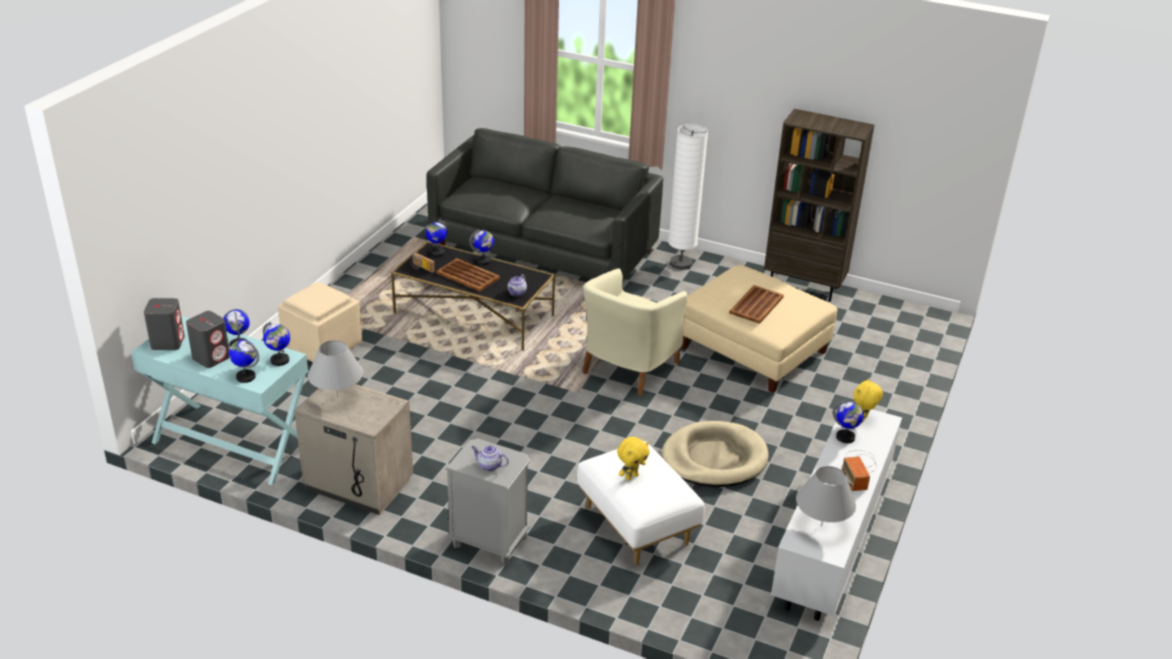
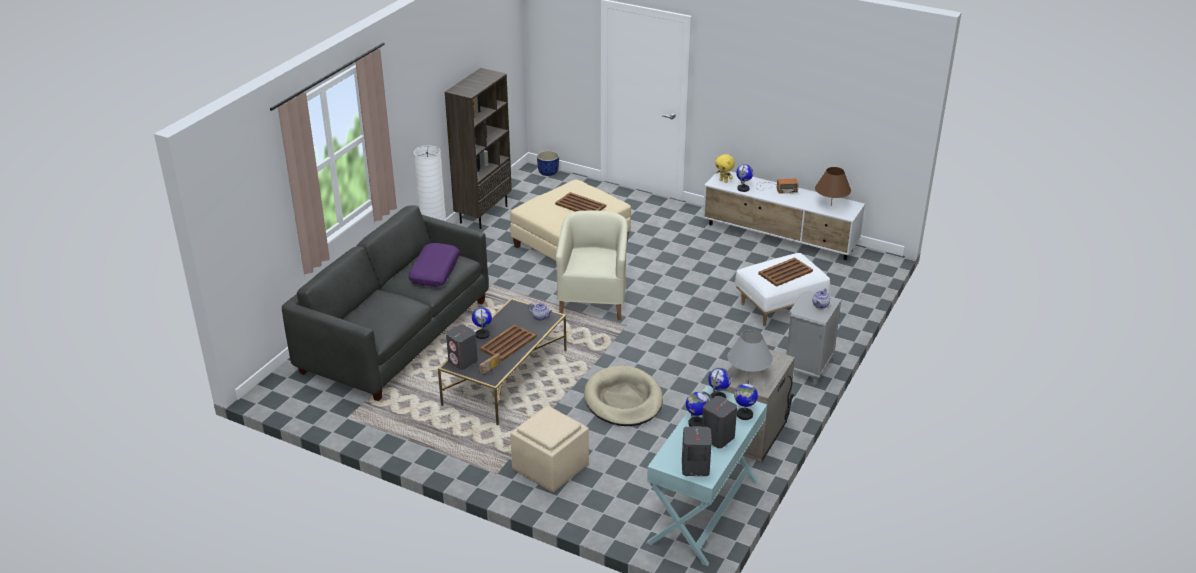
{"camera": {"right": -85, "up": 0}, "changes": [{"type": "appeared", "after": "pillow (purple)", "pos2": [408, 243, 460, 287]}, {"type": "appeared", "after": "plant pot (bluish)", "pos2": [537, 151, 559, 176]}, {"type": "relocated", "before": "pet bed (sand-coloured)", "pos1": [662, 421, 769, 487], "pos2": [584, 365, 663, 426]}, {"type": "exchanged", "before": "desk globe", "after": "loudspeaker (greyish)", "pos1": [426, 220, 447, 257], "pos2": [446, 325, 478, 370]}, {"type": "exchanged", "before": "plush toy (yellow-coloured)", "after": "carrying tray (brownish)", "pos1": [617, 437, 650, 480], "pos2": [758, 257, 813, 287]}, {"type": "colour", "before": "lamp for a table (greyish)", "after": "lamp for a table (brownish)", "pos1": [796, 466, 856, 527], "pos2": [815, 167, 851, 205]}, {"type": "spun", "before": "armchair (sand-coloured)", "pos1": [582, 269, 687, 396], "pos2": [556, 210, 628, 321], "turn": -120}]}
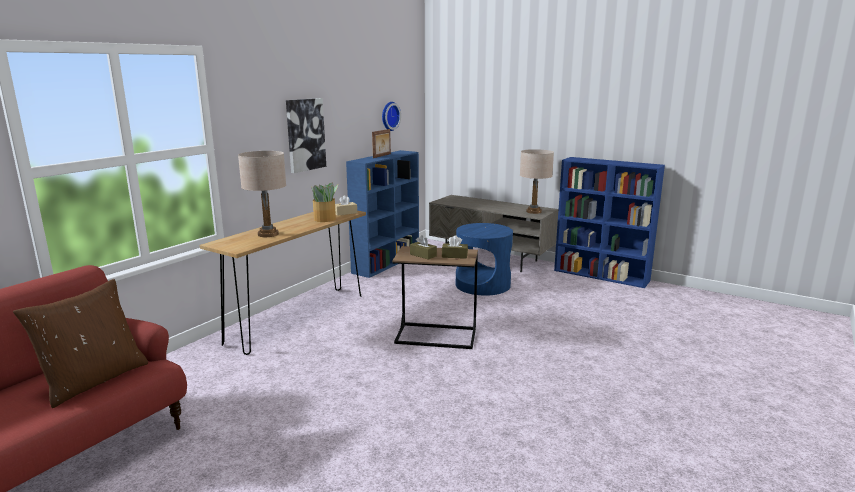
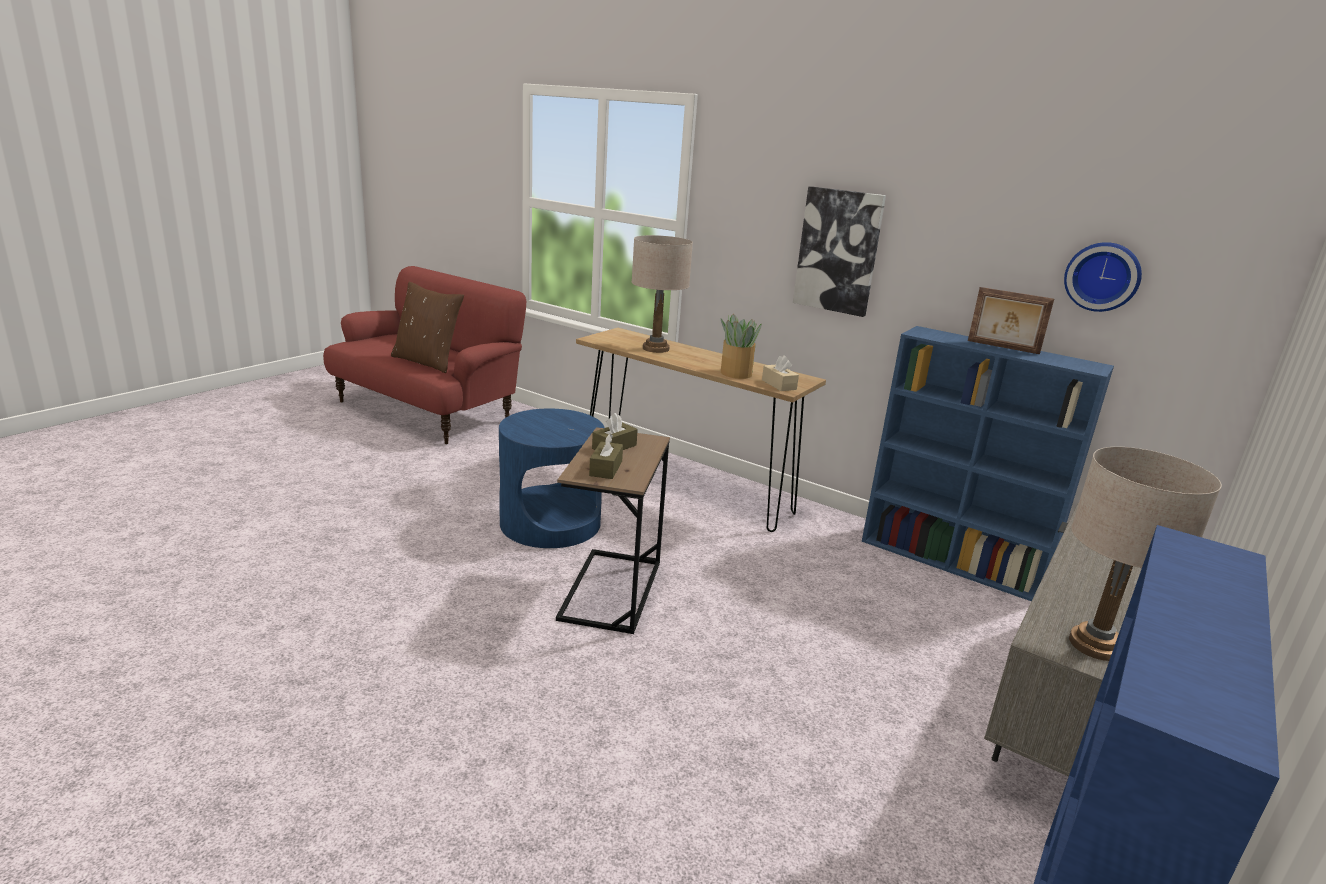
{"camera": {"right": 90, "up": 5}, "changes": [{"type": "relocated", "before": "side table (bluish)", "pos1": [456, 223, 513, 296], "pos2": [499, 409, 605, 548]}]}
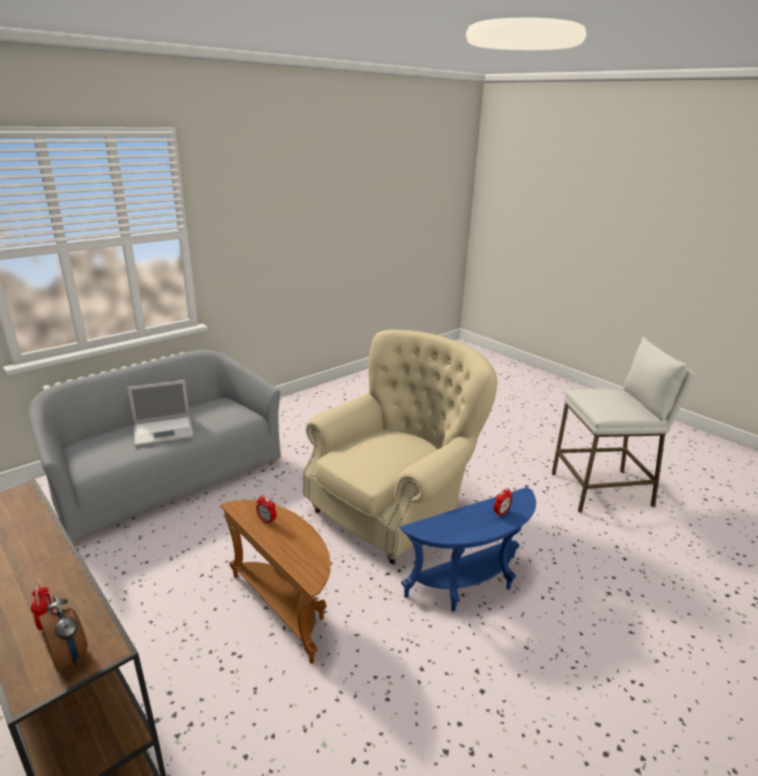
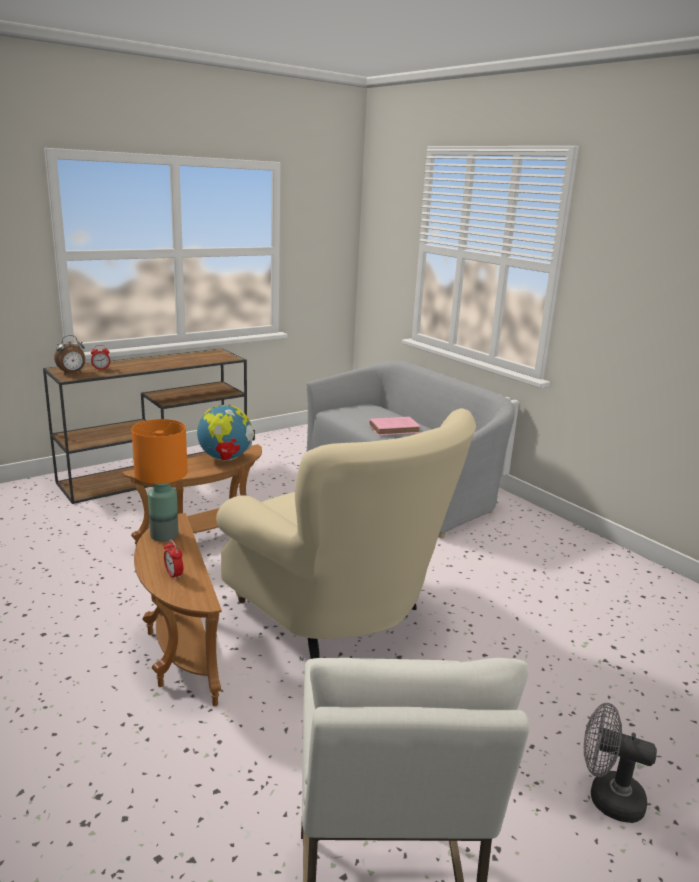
{"camera": {"right": 95, "up": -5}, "changes": [{"type": "appeared", "after": "lamp for a table (orange)", "pos2": [131, 419, 188, 542]}, {"type": "appeared", "after": "electric fan (greyish)", "pos2": [584, 703, 657, 823]}, {"type": "exchanged", "before": "laptop", "after": "volume (pinkish)", "pos1": [127, 380, 194, 447], "pos2": [369, 417, 420, 436]}, {"type": "exchanged", "before": "table clock", "after": "desk globe", "pos1": [256, 495, 277, 525], "pos2": [197, 403, 255, 461]}, {"type": "colour", "before": "side table (bluish)", "after": "side table (brownish)", "pos1": [400, 487, 536, 612], "pos2": [134, 513, 222, 706]}]}
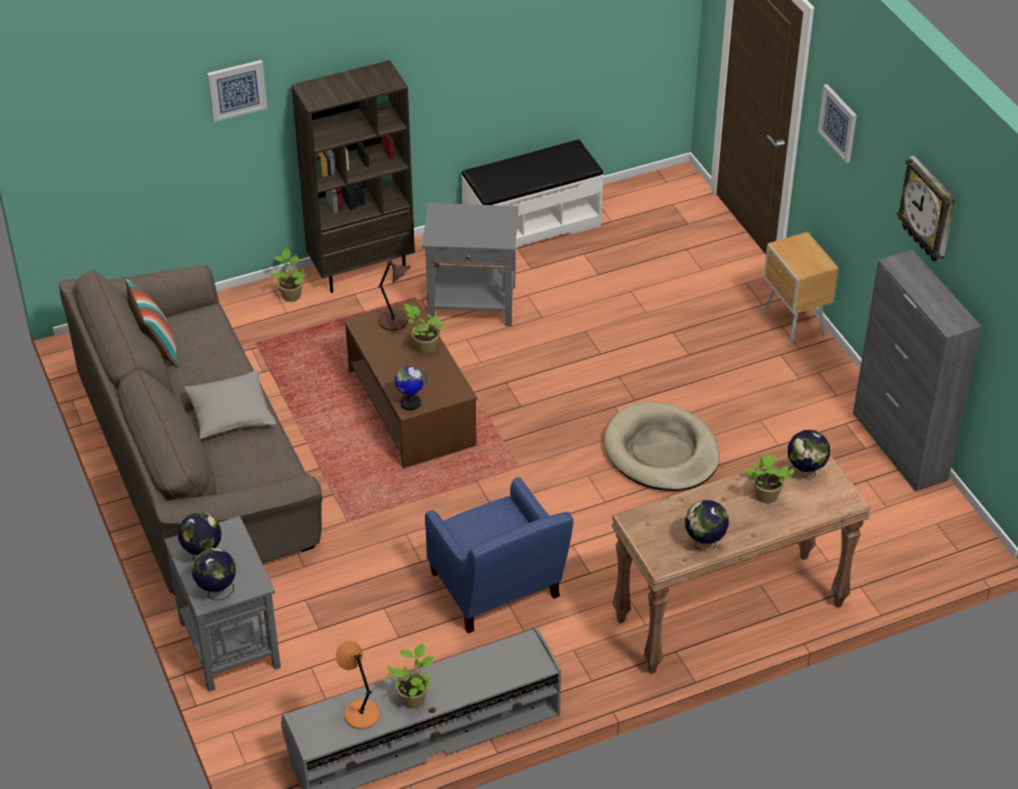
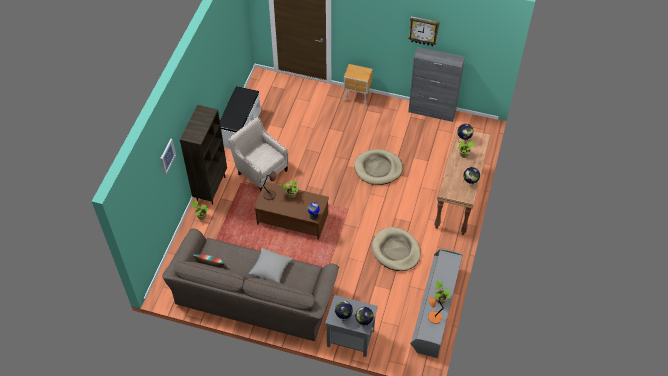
{"camera": {"right": -50, "up": 10}, "changes": [{"type": "missing", "before": "picture", "pos1": [817, 84, 857, 163]}, {"type": "exchanged", "before": "side table (greyish)", "after": "armchair (sand-coloured)", "pos1": [422, 203, 519, 327], "pos2": [228, 117, 289, 191]}, {"type": "exchanged", "before": "armchair (bluish)", "after": "pet bed (sand-coloured)", "pos1": [425, 477, 573, 633], "pos2": [372, 227, 421, 271]}]}
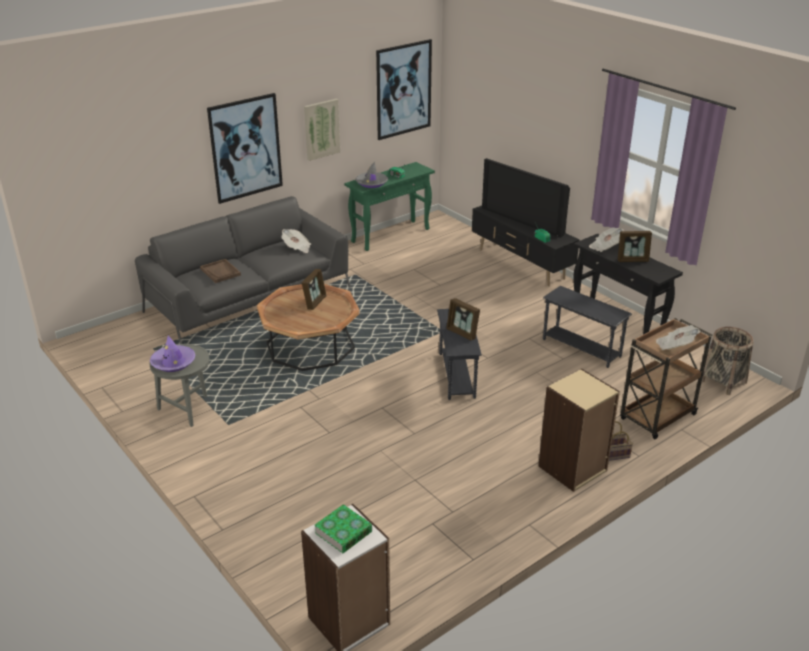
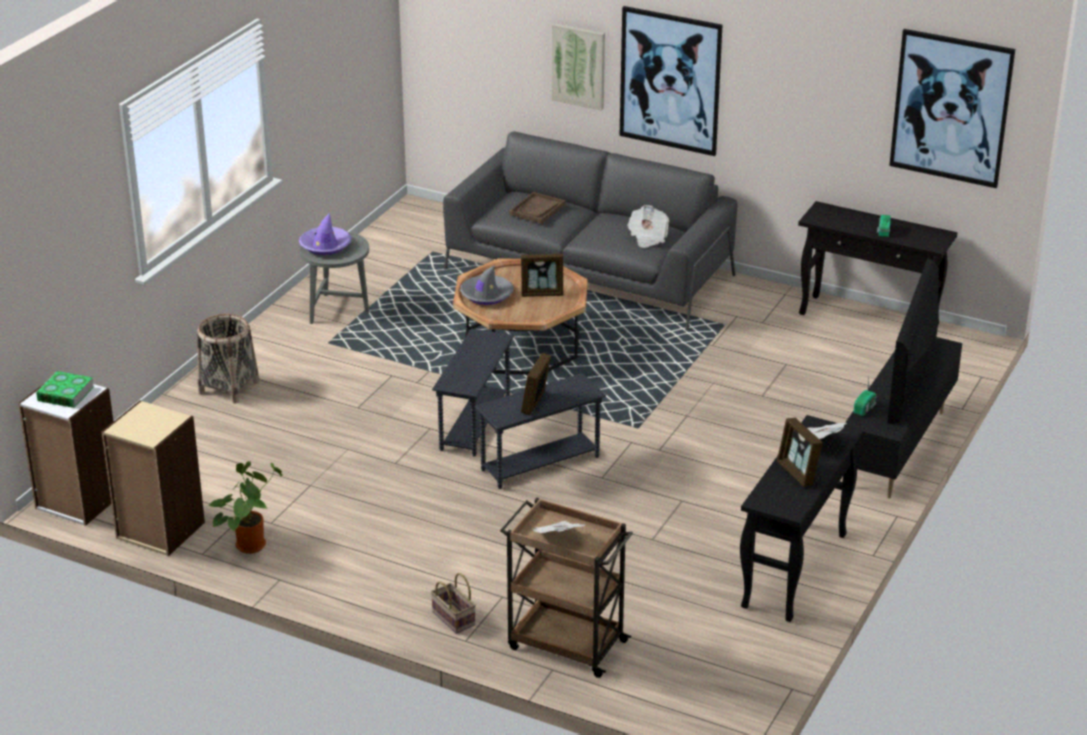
{"camera": {"right": 65, "up": 0}, "changes": [{"type": "appeared", "after": "plant in a pot", "pos2": [207, 461, 283, 554]}, {"type": "relocated", "before": "picture", "pos1": [304, 99, 340, 161], "pos2": [552, 23, 605, 111]}, {"type": "relocated", "before": "hat (greyish)", "pos1": [355, 162, 388, 188], "pos2": [460, 265, 514, 305]}, {"type": "relocated", "before": "bookcase (sand-coloured)", "pos1": [538, 369, 620, 492], "pos2": [101, 400, 205, 556]}, {"type": "relocated", "before": "side table (greyish)", "pos1": [543, 286, 632, 368], "pos2": [432, 328, 514, 456]}, {"type": "relocated", "before": "storage basket", "pos1": [702, 327, 754, 395], "pos2": [197, 314, 260, 403]}, {"type": "colour", "before": "console table (greenish)", "after": "console table (black-coloured)", "pos1": [345, 162, 435, 251], "pos2": [798, 201, 958, 325]}]}
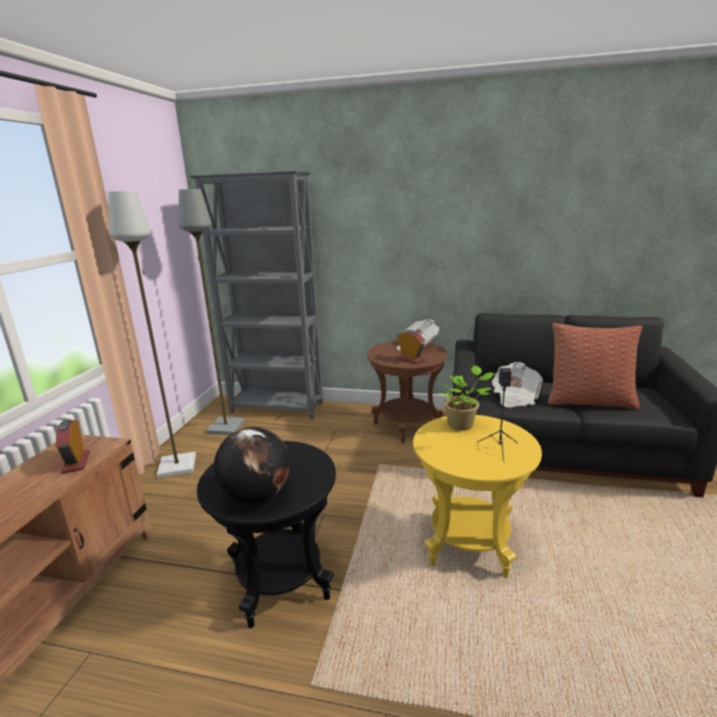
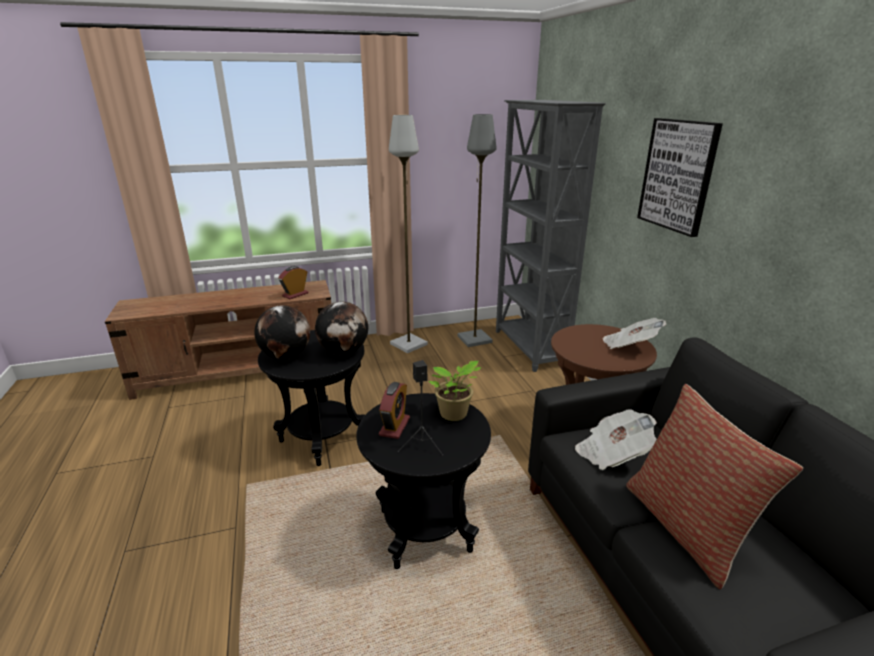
{"camera": {"right": 60, "up": 5}, "changes": [{"type": "appeared", "after": "desk globe", "pos2": [315, 302, 369, 355]}, {"type": "appeared", "after": "picture", "pos2": [637, 118, 723, 237]}, {"type": "relocated", "before": "table clock", "pos1": [397, 330, 425, 364], "pos2": [379, 382, 410, 439]}, {"type": "colour", "before": "side table (yellow-coloured)", "after": "side table (black-coloured)", "pos1": [413, 415, 542, 578], "pos2": [356, 393, 491, 569]}]}
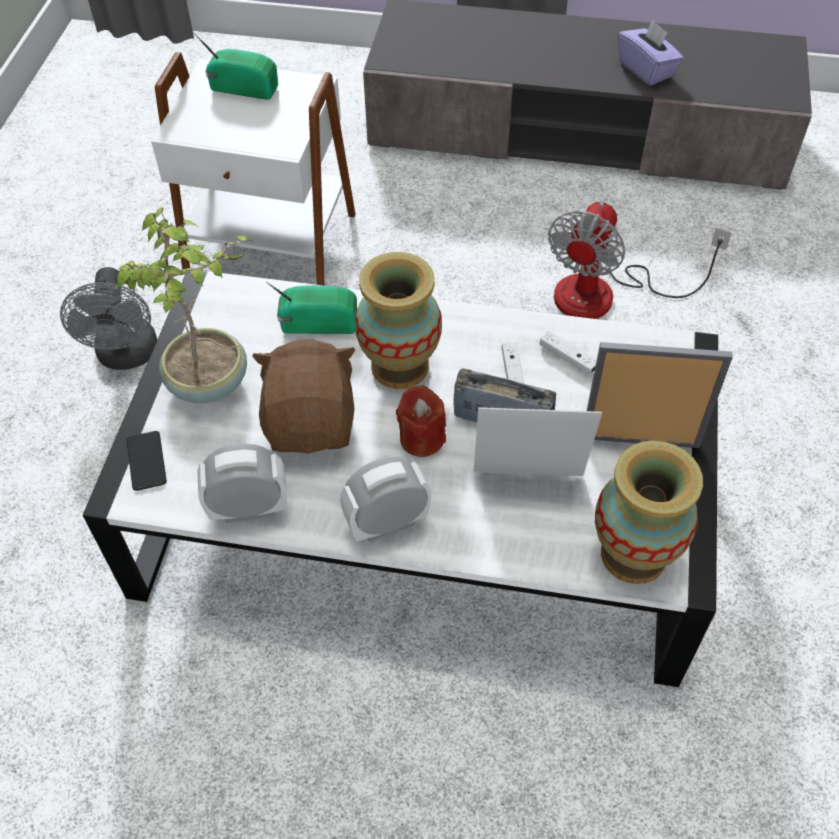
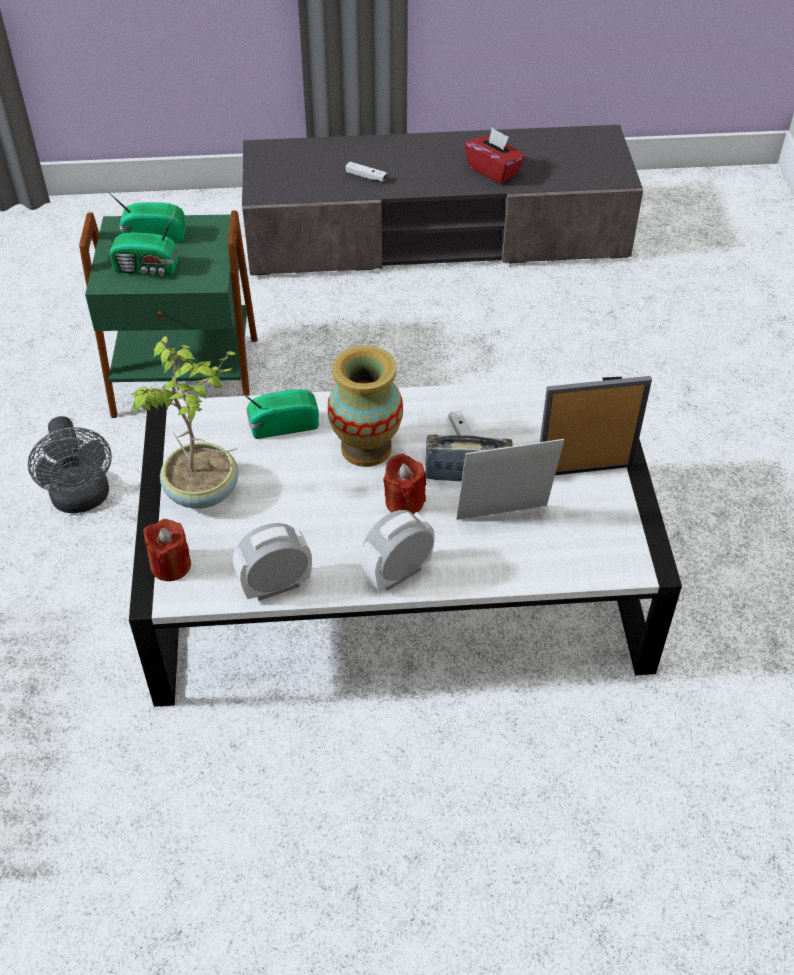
{"camera": {"right": -15, "up": -5}, "changes": [{"type": "missing", "before": "plush toy (brownish)", "pos1": [252, 339, 355, 454]}, {"type": "missing", "before": "electric fan", "pos1": [548, 202, 732, 319]}, {"type": "missing", "before": "flower vase", "pos1": [595, 440, 703, 584]}, {"type": "appeared", "after": "radio set", "pos2": [109, 212, 178, 276]}, {"type": "relocated", "before": "gamepad (white-coloured)", "pos1": [540, 331, 597, 374], "pos2": [345, 162, 387, 181]}, {"type": "exchanged", "before": "phone", "after": "wax light (red)", "pos1": [127, 431, 167, 491], "pos2": [143, 519, 191, 581]}, {"type": "colour", "before": "side table (white-coloured)", "after": "side table (greenish)", "pos1": [151, 52, 355, 286], "pos2": [79, 210, 258, 418]}, {"type": "colour", "before": "box of tissues (purple)", "after": "box of tissues (red)", "pos1": [618, 20, 683, 86], "pos2": [465, 127, 525, 184]}]}
